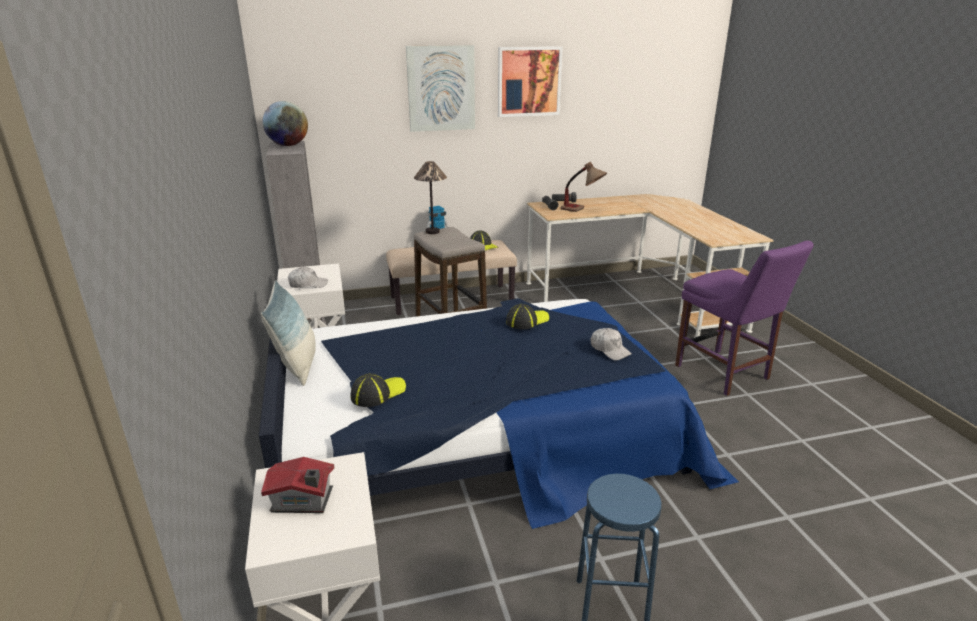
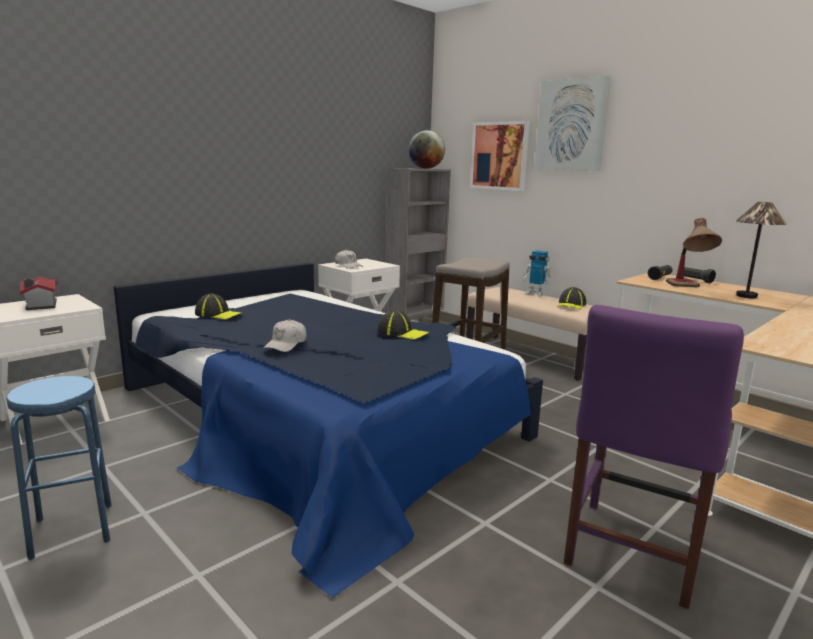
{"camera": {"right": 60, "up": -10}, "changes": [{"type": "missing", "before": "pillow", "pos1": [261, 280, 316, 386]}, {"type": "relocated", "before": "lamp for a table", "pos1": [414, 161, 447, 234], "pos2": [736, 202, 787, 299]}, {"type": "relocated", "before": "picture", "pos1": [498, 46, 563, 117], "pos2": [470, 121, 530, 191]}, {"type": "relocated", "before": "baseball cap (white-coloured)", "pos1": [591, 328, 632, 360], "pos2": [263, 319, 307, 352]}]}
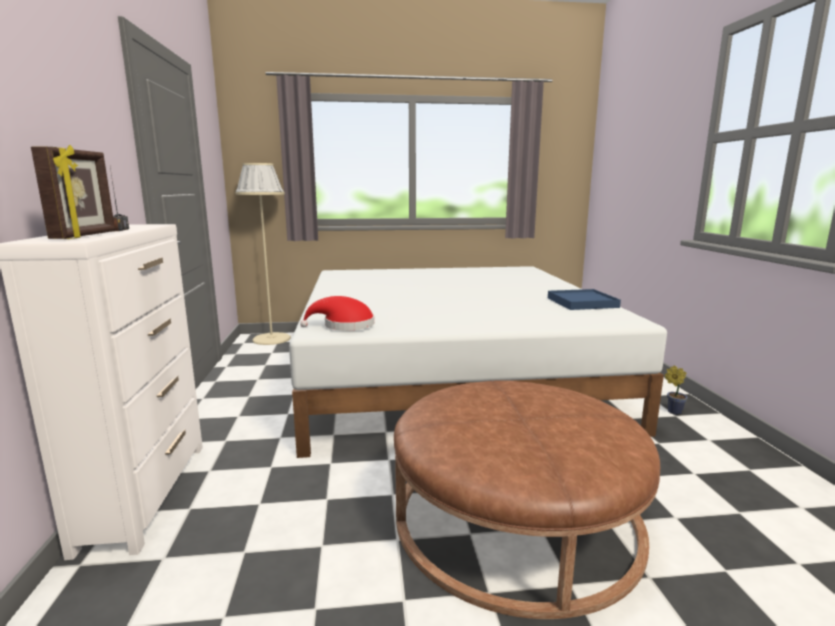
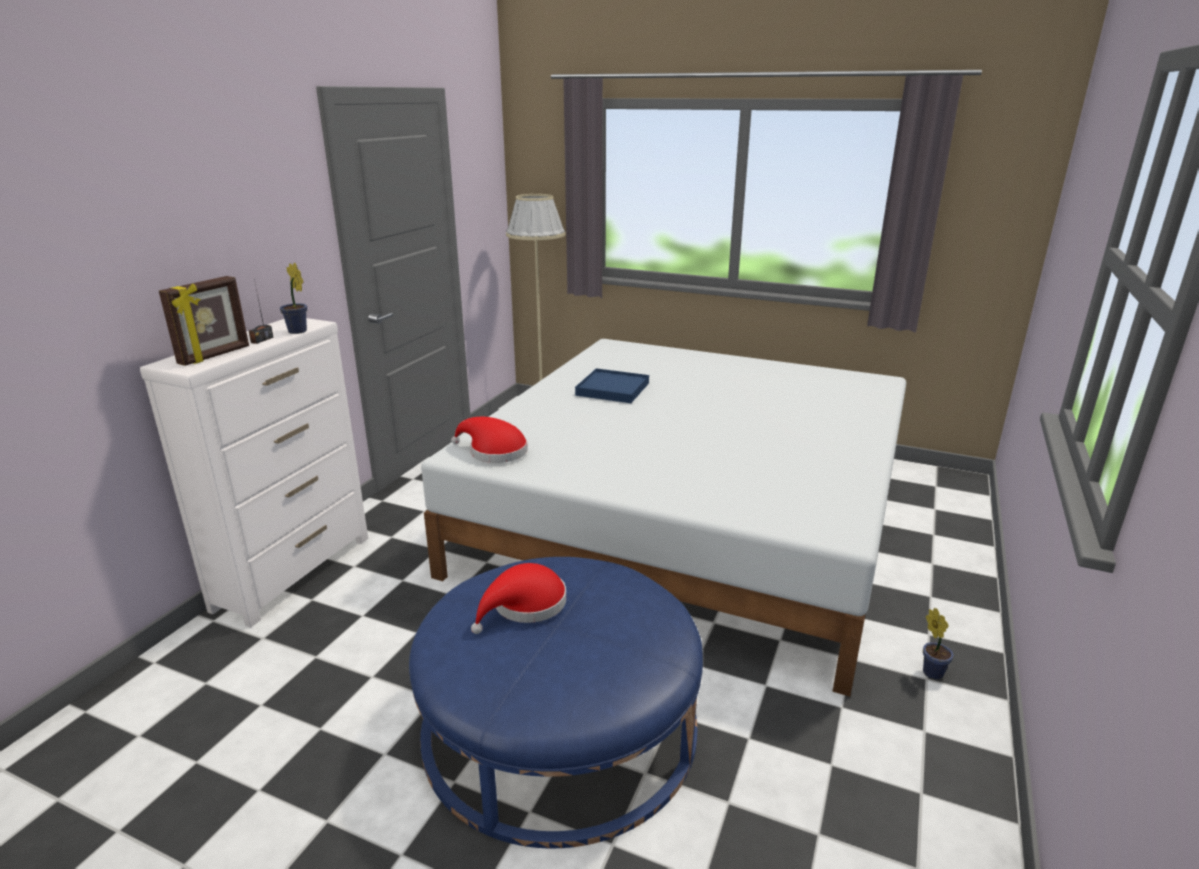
{"camera": {"right": 30, "up": 10}, "changes": [{"type": "appeared", "after": "plant in a pot", "pos2": [280, 263, 307, 334]}, {"type": "appeared", "after": "hat (red)", "pos2": [471, 563, 566, 634]}, {"type": "relocated", "before": "carrying tray (bluish)", "pos1": [548, 289, 621, 310], "pos2": [575, 368, 649, 403]}, {"type": "colour", "before": "pouffe (brownish)", "after": "pouffe (bluish)", "pos1": [394, 380, 660, 619], "pos2": [409, 557, 703, 849]}]}
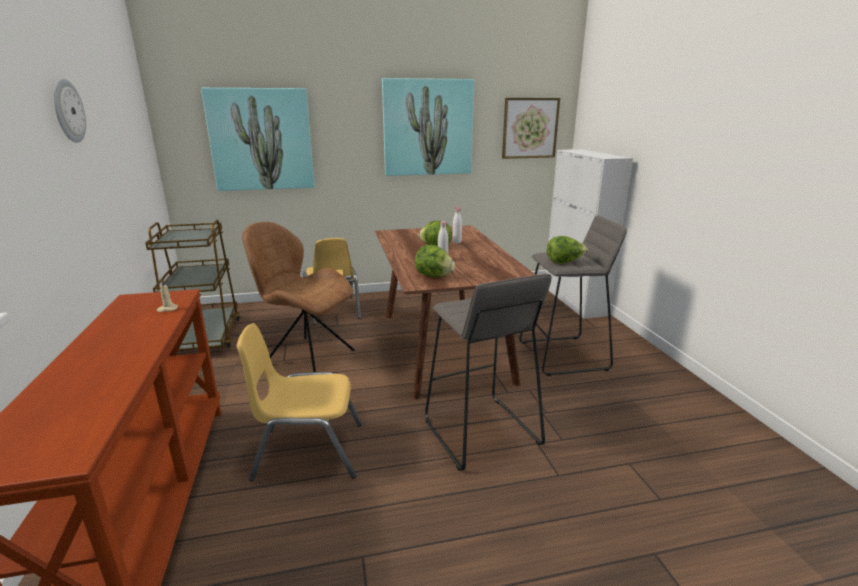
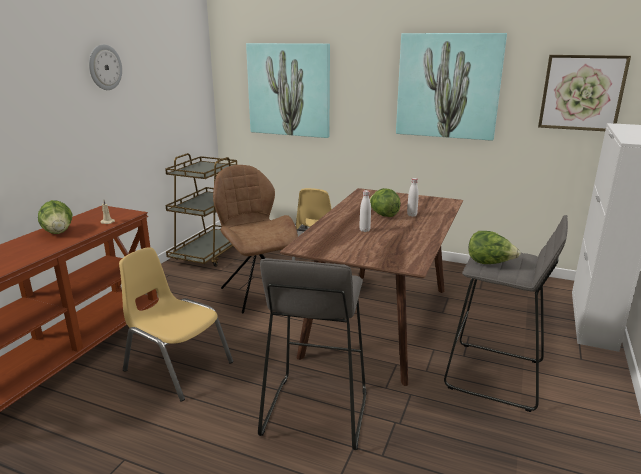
{"camera": {"right": 35, "up": 0}, "changes": [{"type": "relocated", "before": "lettuce", "pos1": [415, 245, 455, 277], "pos2": [38, 200, 72, 234]}]}
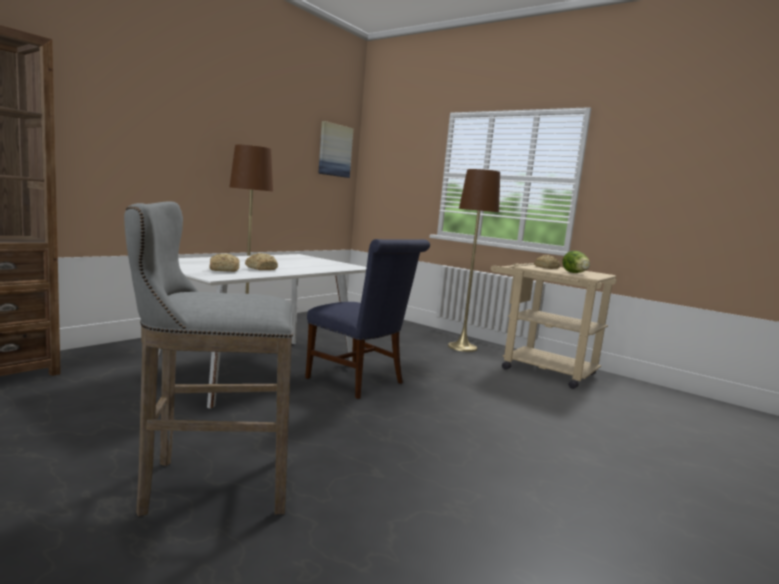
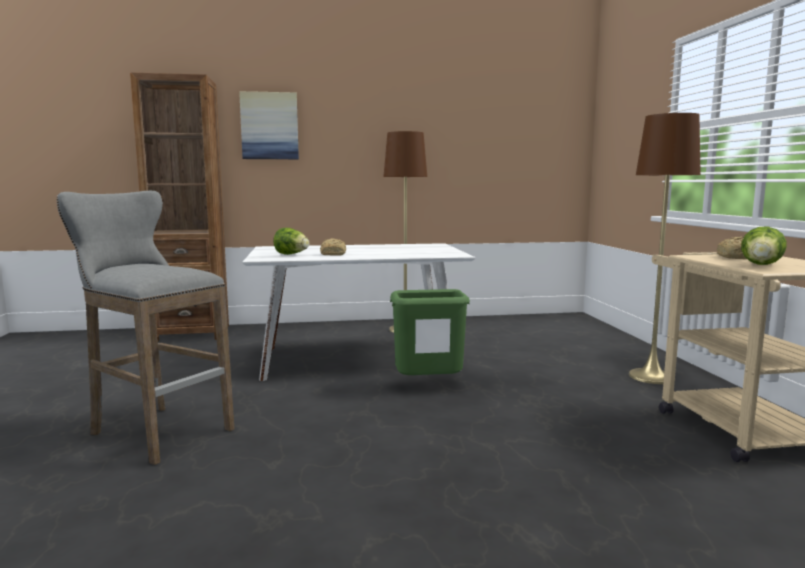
{"camera": {"right": 45, "up": 0}, "changes": [{"type": "relocated", "before": "picture", "pos1": [318, 121, 353, 178], "pos2": [239, 91, 299, 159]}, {"type": "exchanged", "before": "baked bread", "after": "lettuce", "pos1": [209, 253, 240, 272], "pos2": [273, 228, 309, 255]}, {"type": "exchanged", "before": "upright chair (bluish)", "after": "waste bin (greenish)", "pos1": [305, 239, 430, 399], "pos2": [390, 289, 470, 375]}]}
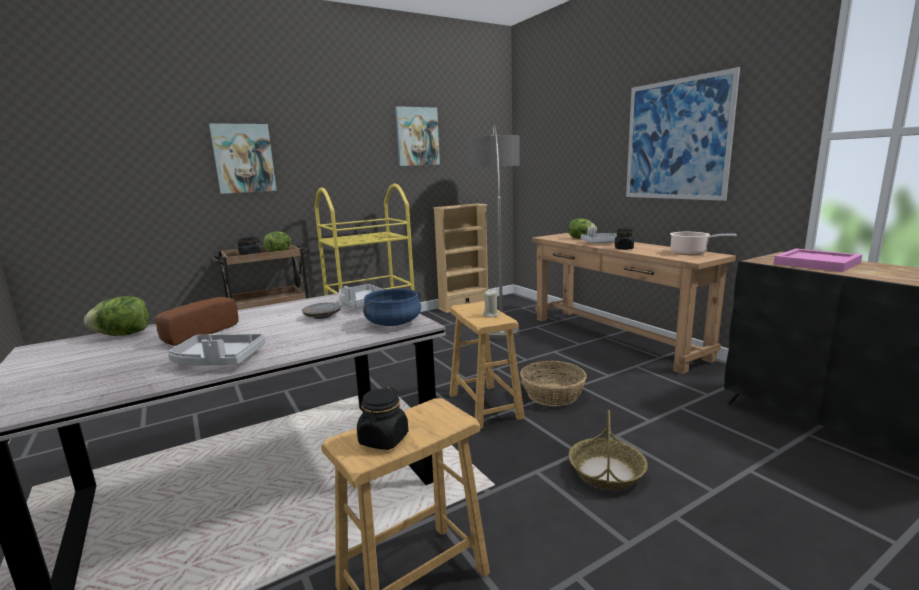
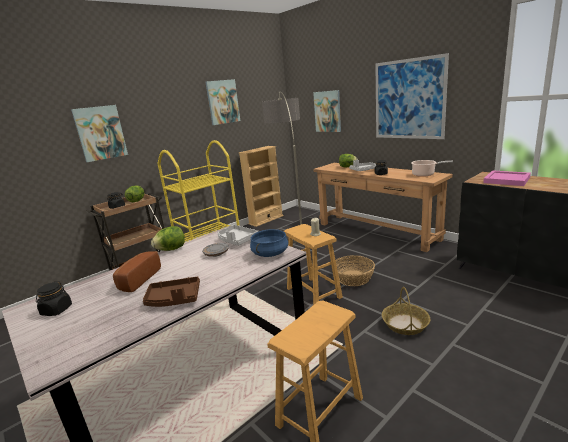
{"camera": {"right": -10, "up": 5}, "changes": [{"type": "appeared", "after": "picture", "pos2": [313, 90, 341, 132]}, {"type": "relocated", "before": "lettuce", "pos1": [84, 296, 149, 336], "pos2": [151, 226, 185, 251]}, {"type": "relocated", "before": "preserve jar (black-coloured)", "pos1": [357, 387, 408, 450], "pos2": [36, 281, 72, 316]}, {"type": "colour", "before": "carrying tray (greyish)", "after": "carrying tray (brownish)", "pos1": [168, 333, 266, 365], "pos2": [143, 276, 200, 307]}]}
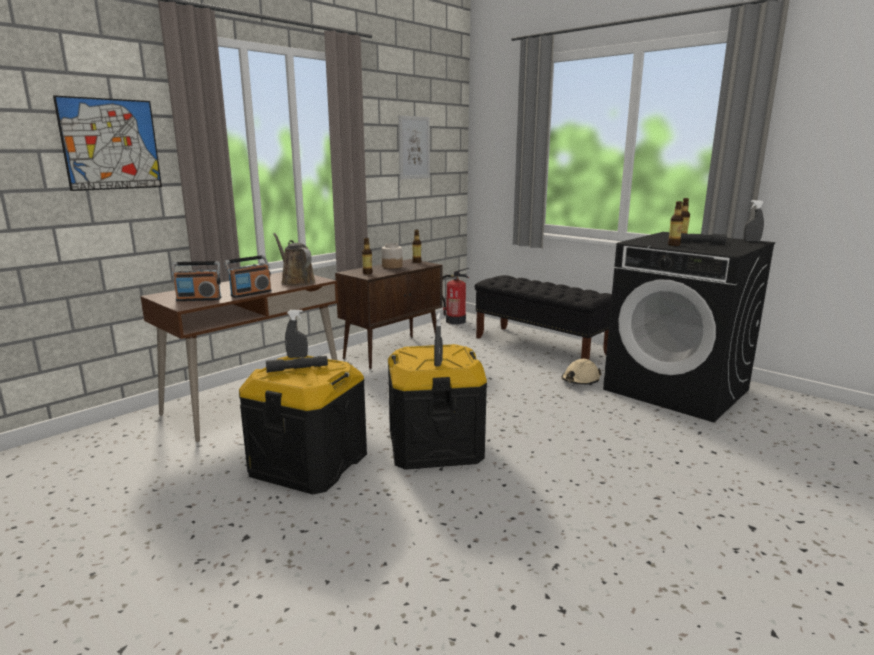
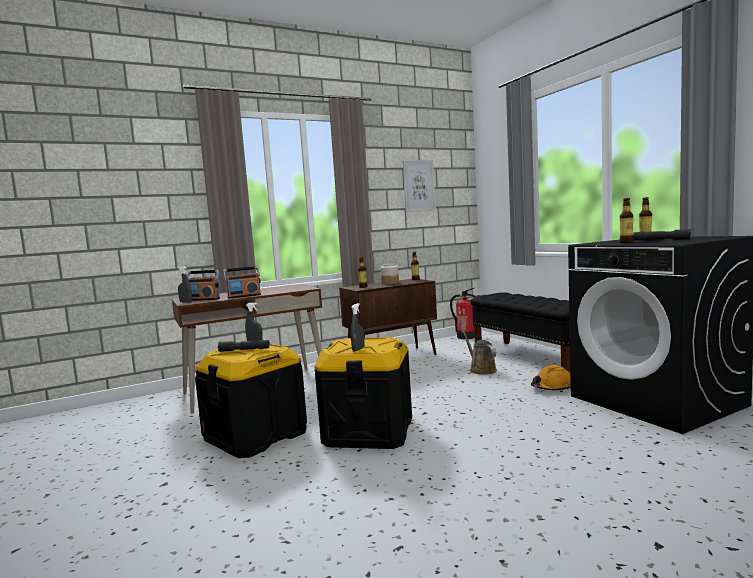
{"camera": {"right": 20, "up": -10}, "changes": [{"type": "missing", "before": "picture", "pos1": [53, 95, 162, 191]}, {"type": "relocated", "before": "sprinkling can (brownish)", "pos1": [273, 233, 315, 286], "pos2": [462, 330, 497, 375]}, {"type": "relocated", "before": "spray bottle (greyish)", "pos1": [743, 200, 764, 242], "pos2": [177, 266, 192, 303]}, {"type": "colour", "before": "work helmet (sand-coloured)", "after": "work helmet (orange)", "pos1": [562, 359, 601, 385], "pos2": [531, 365, 571, 390]}]}
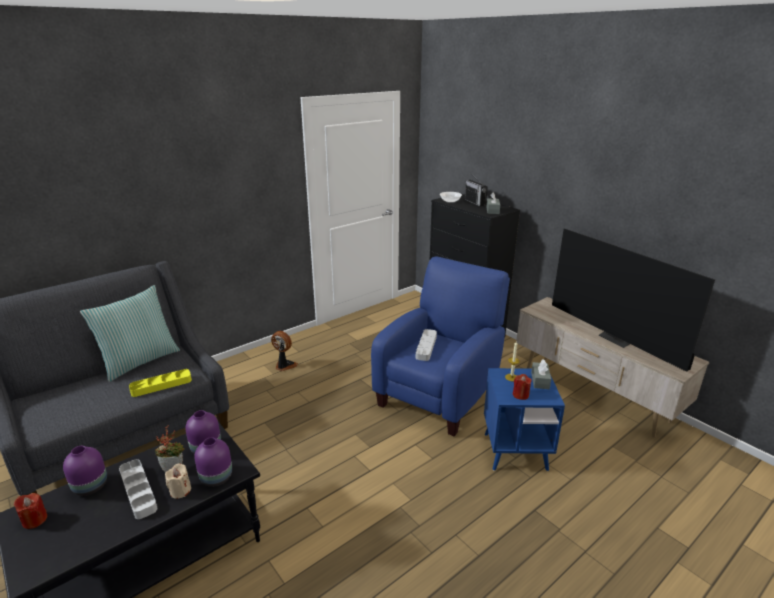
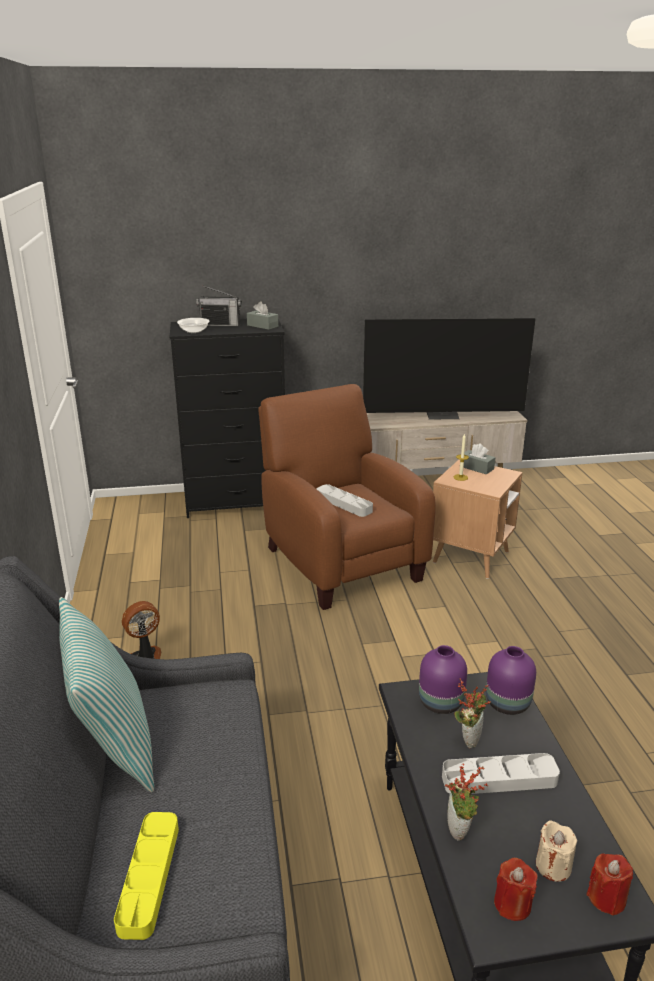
{"camera": {"right": -60, "up": 0}, "changes": [{"type": "relocated", "before": "carrying tray (yellow-coloured)", "pos1": [129, 369, 192, 397], "pos2": [114, 812, 179, 940]}, {"type": "relocated", "before": "wax light (sand-coloured)", "pos1": [165, 463, 191, 499], "pos2": [536, 820, 577, 882]}, {"type": "relocated", "before": "wax light (red)", "pos1": [513, 374, 532, 400], "pos2": [586, 853, 633, 916]}, {"type": "exchanged", "before": "flower vase (purple)", "after": "plant in a pot", "pos1": [63, 446, 107, 496], "pos2": [445, 763, 488, 841]}, {"type": "colour", "before": "armchair (bluish)", "after": "armchair (brownish)", "pos1": [371, 257, 510, 436], "pos2": [258, 384, 436, 610]}, {"type": "colour", "before": "side table (bluish)", "after": "side table (brownish)", "pos1": [484, 368, 565, 471], "pos2": [433, 459, 523, 579]}]}
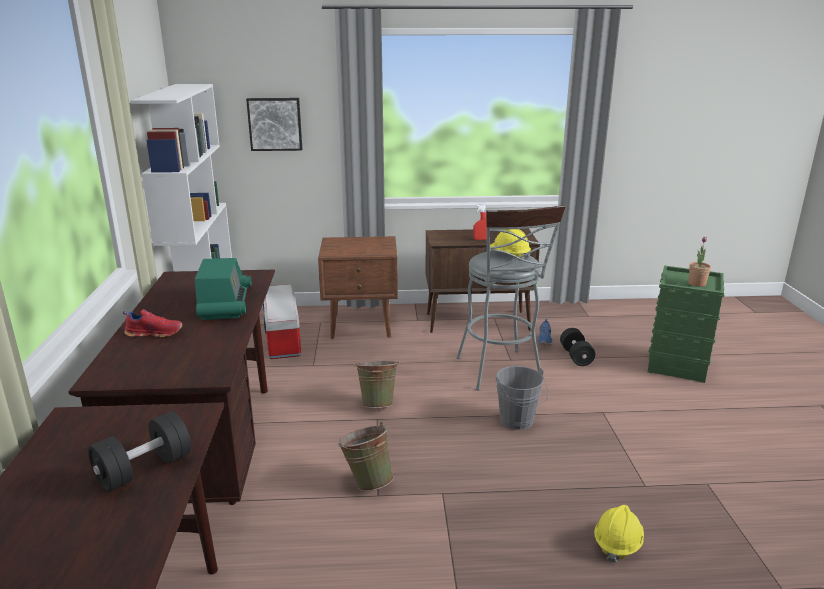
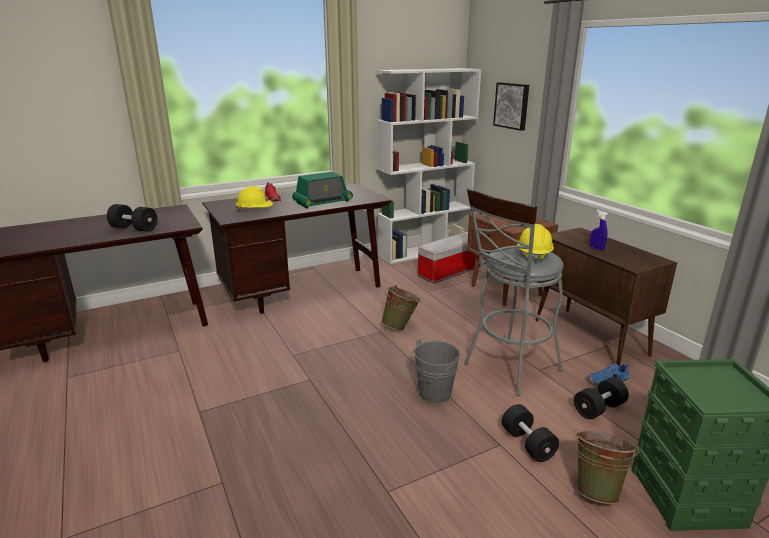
{"camera": {"right": 65, "up": 0}, "changes": [{"type": "missing", "before": "plant in a pot", "pos1": [688, 236, 711, 287]}, {"type": "appeared", "after": "free weight (black-coloured)", "pos2": [502, 404, 559, 462]}, {"type": "relocated", "before": "water bucket (greenish)", "pos1": [338, 422, 393, 491], "pos2": [575, 431, 639, 504]}, {"type": "relocated", "before": "work helmet (yellow-coloured)", "pos1": [594, 505, 644, 563], "pos2": [236, 186, 273, 211]}, {"type": "colour", "before": "spray bottle (red)", "after": "spray bottle (bluish)", "pos1": [473, 205, 487, 240], "pos2": [590, 210, 608, 251]}]}
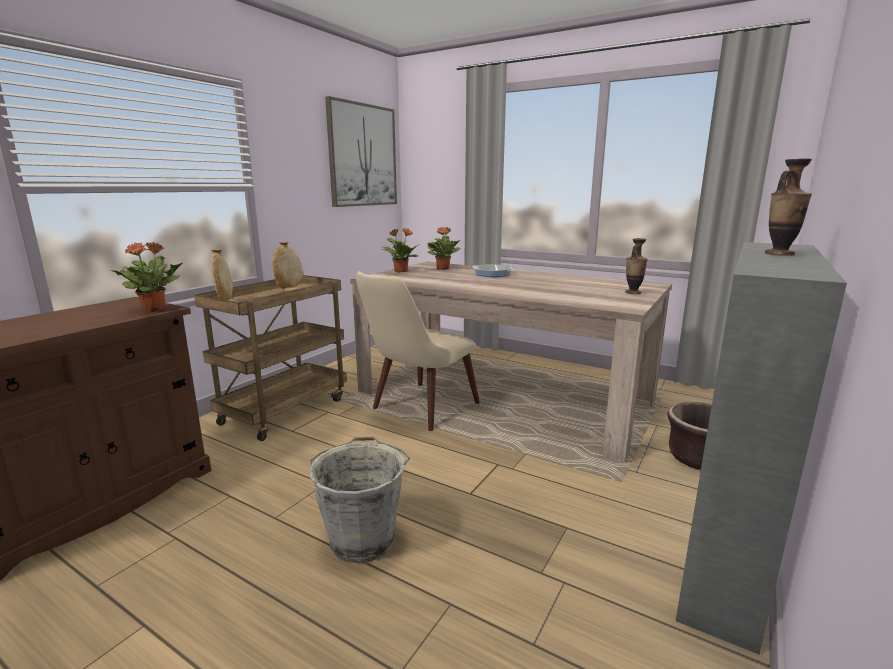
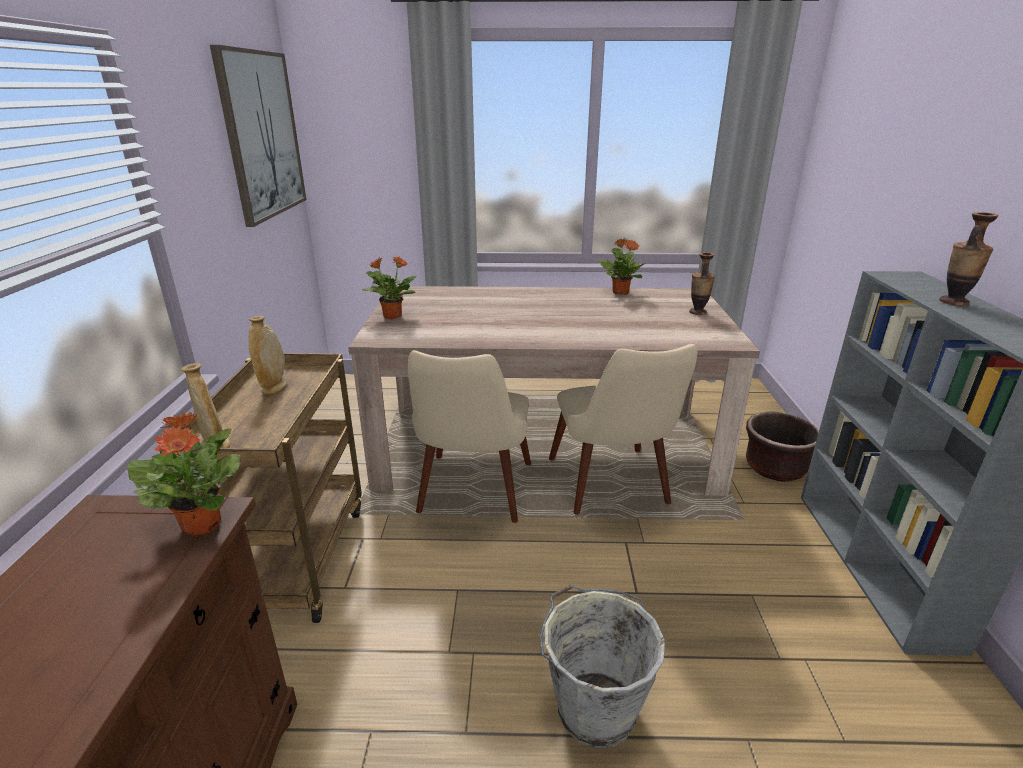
{"camera": {"right": -30, "up": 10}, "changes": [{"type": "missing", "before": "skillet", "pos1": [472, 264, 515, 277]}, {"type": "appeared", "after": "upright chair (sand-coloured)", "pos2": [549, 344, 698, 515]}, {"type": "relocated", "before": "plant in a pot", "pos1": [427, 227, 460, 270], "pos2": [599, 238, 646, 295]}]}
